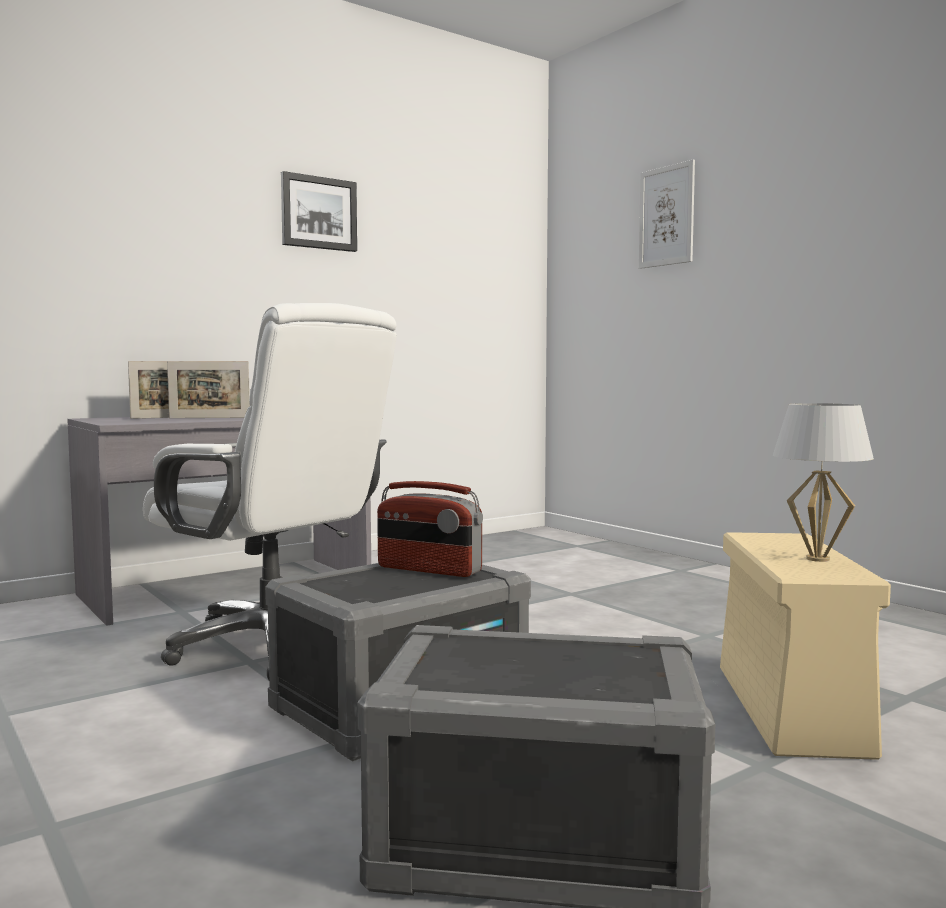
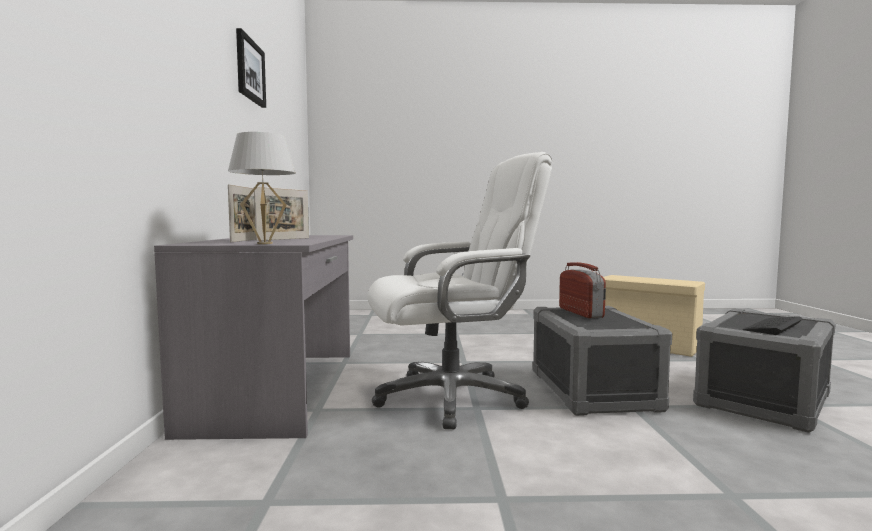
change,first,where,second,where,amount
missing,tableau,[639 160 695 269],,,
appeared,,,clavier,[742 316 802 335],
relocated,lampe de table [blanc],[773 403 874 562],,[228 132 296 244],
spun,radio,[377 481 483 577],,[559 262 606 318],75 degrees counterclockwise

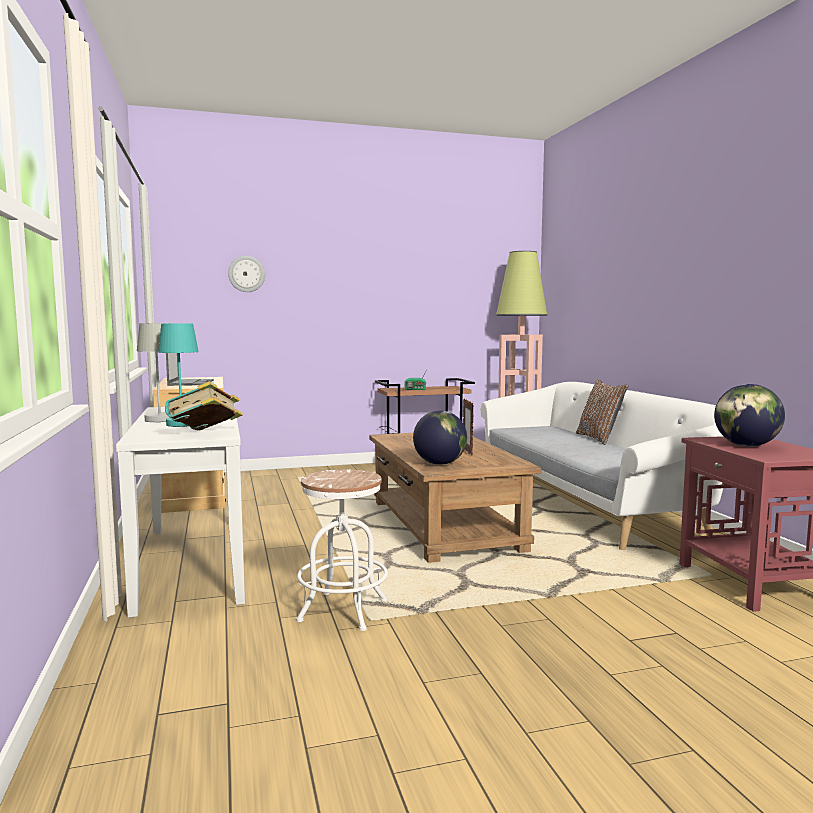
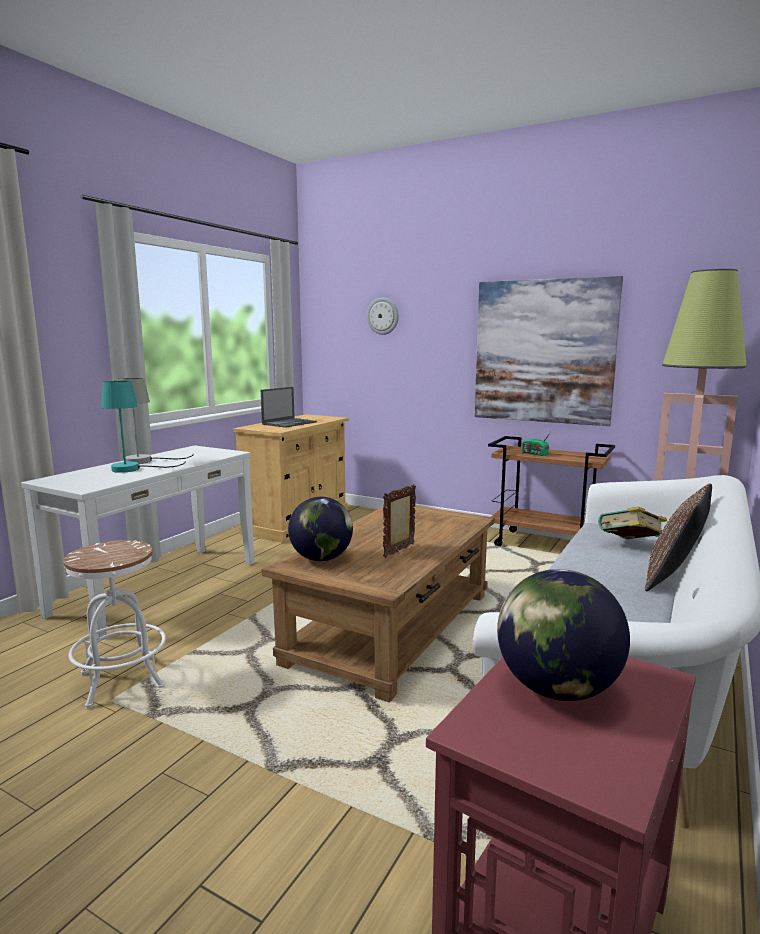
change,first,where,second,where,amount
appeared,,,tableau,[475 276 623 426],
relocated,livre,[165 381 243 430],,[598 506 667 539],

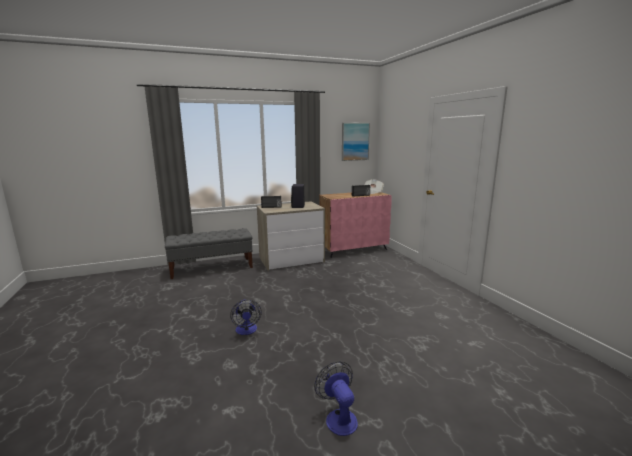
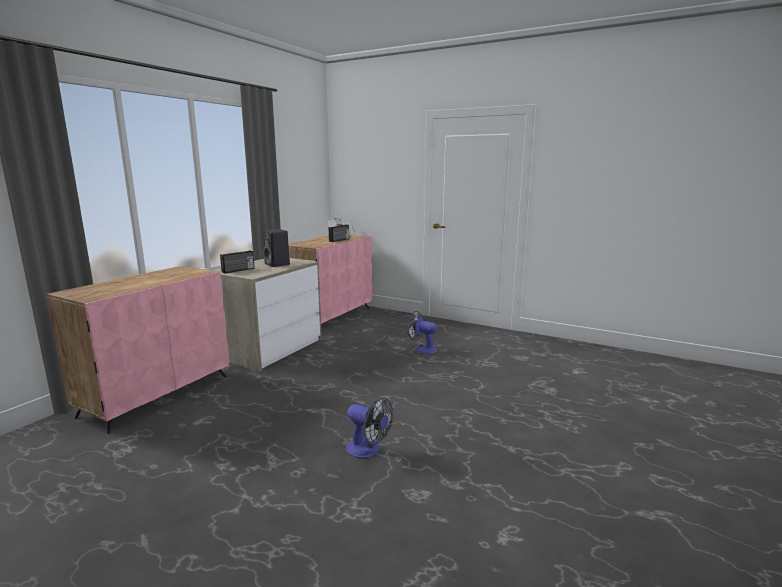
change,first,where,second,where,amount
missing,tableau,[342 123 370 161],,,
relocated,ventilateur,[314 361 358 436],,[407 311 438 354],
exchanged,banc [gris],[165 228 253 279],meuble de rangement [rose],[46 266 229 434],

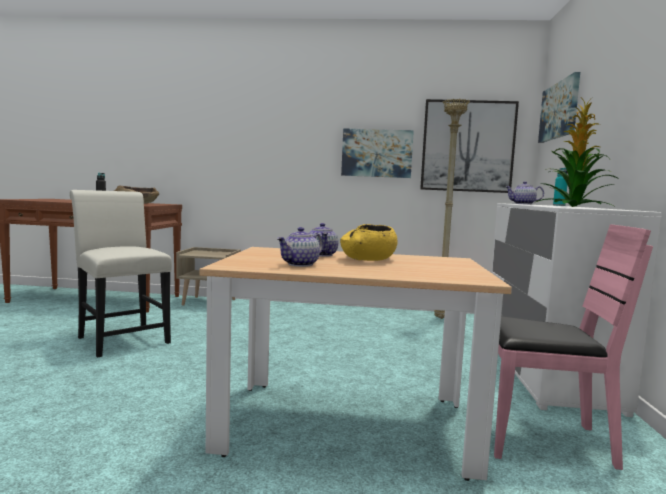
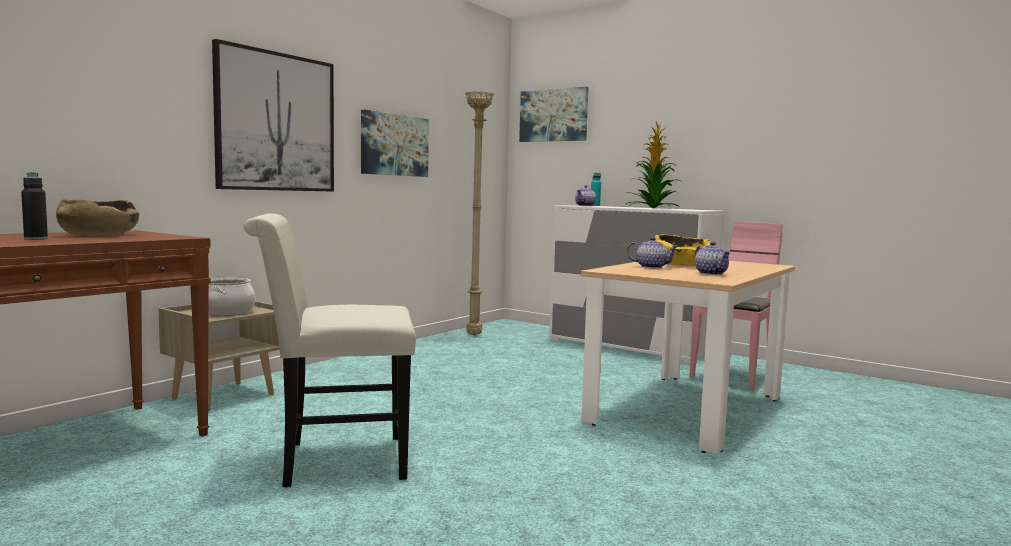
change,first,where,second,where,amount
appeared,,,marmite,[209 278 255 316],
relocated,tableau,[420 99 519 193],,[212 39 334 192],

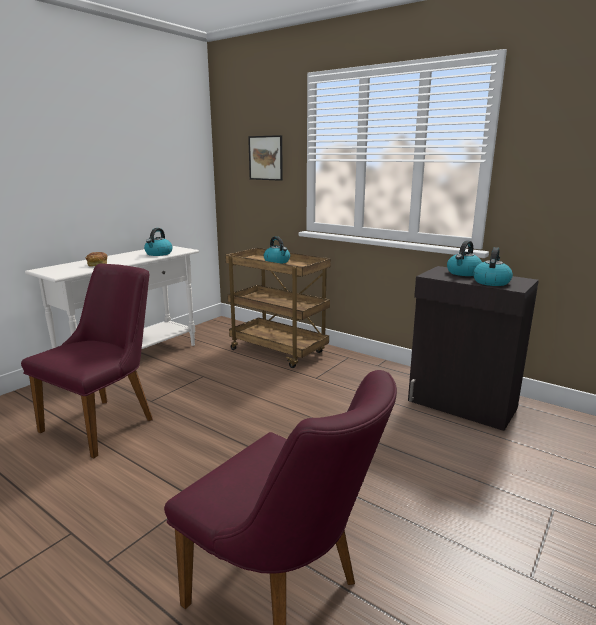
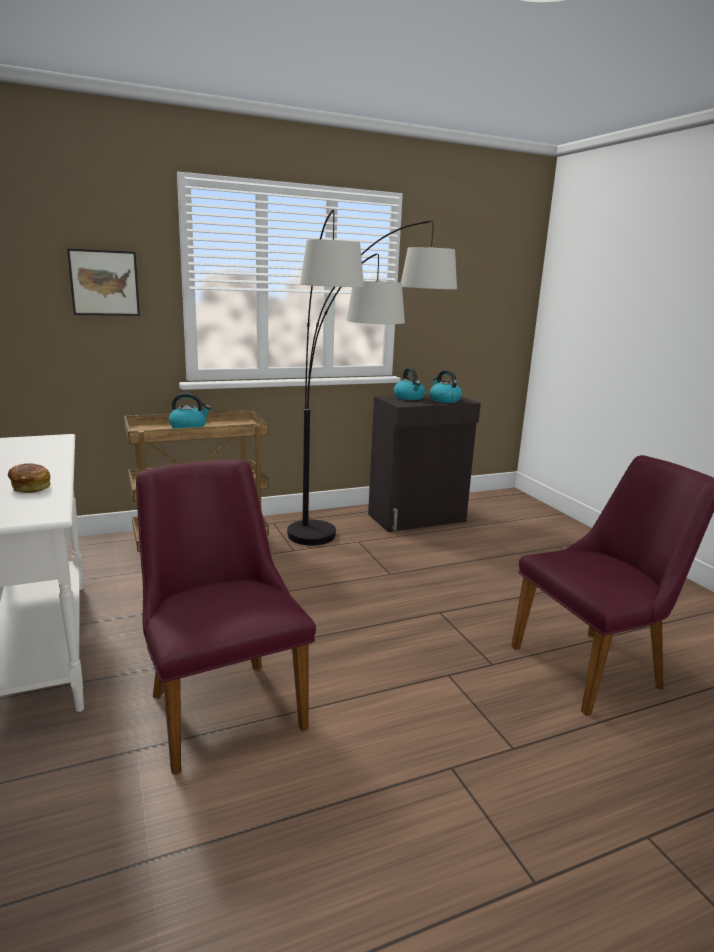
change,first,where,second,where,amount
missing,bouilloire,[144 228 173 256],,,
appeared,,,lampadaire,[287 210 457 545],

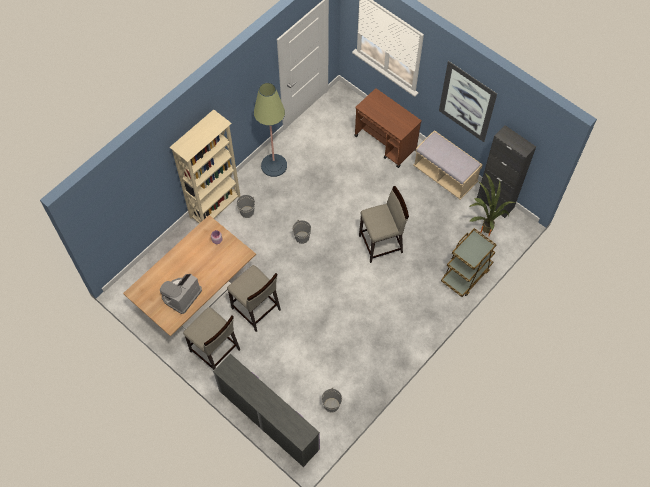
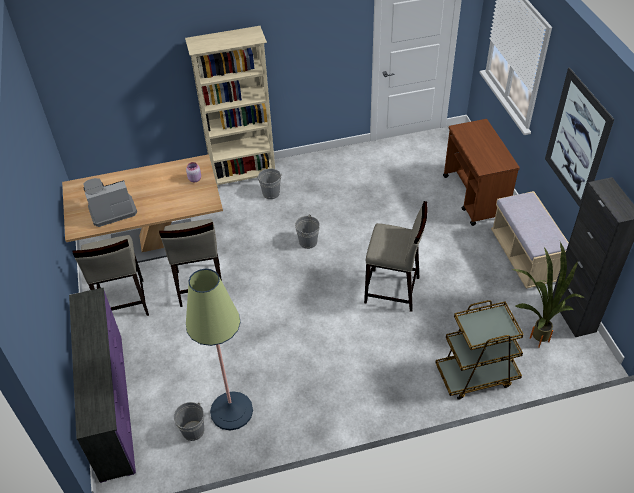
change,first,where,second,where,amount
relocated,lampadaire,[254 82 287 177],,[186 268 253 431],

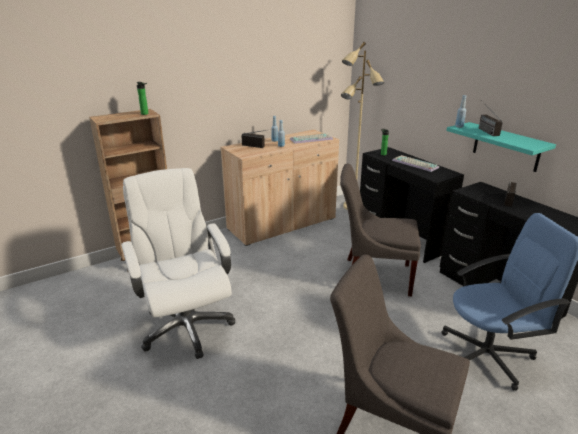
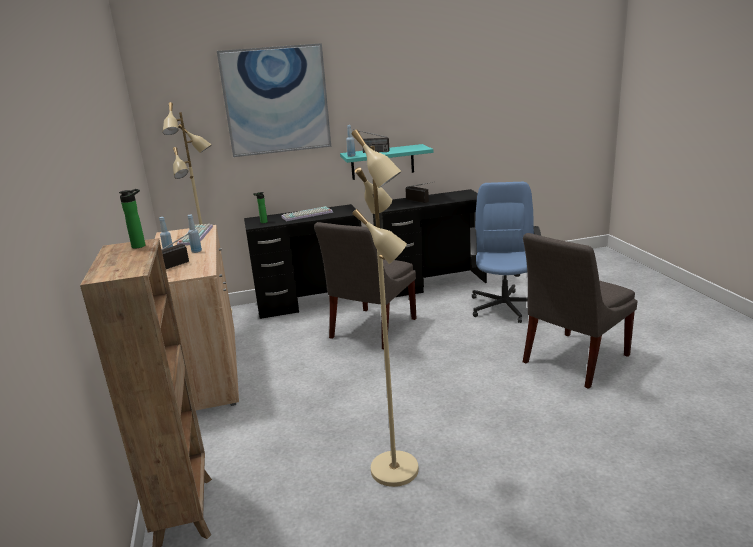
change,first,where,second,where,amount
appeared,,,tableau,[217 43 331 157],
exchanged,chaise de bureau [blanc],[121 168 235 359],lampadaire [beige],[351 129 419 487],

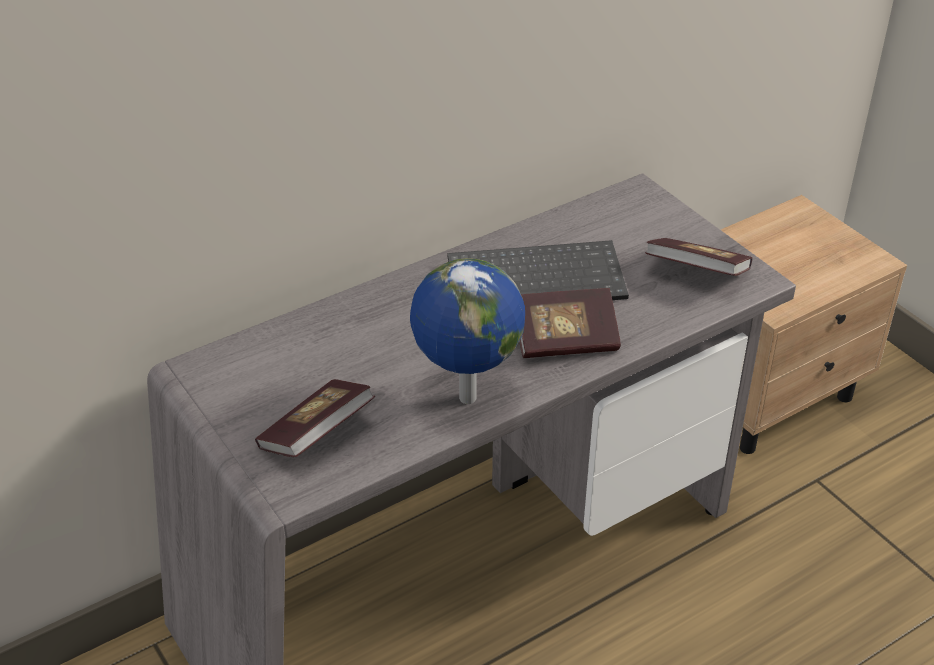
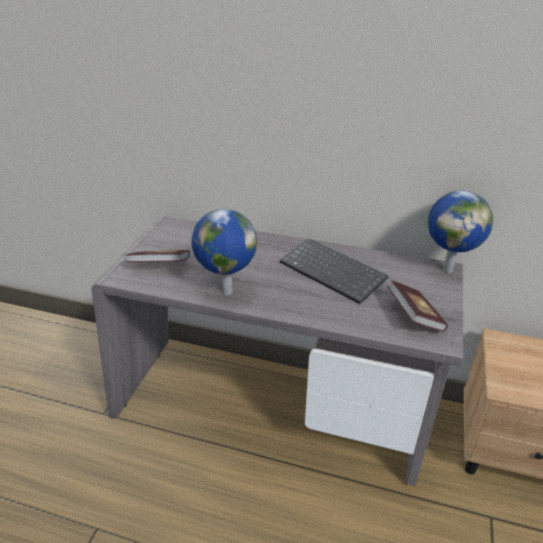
change,first,where,second,where,amount
missing,livre,[519 288 621 358],,,
appeared,,,globe,[428 191 493 273],

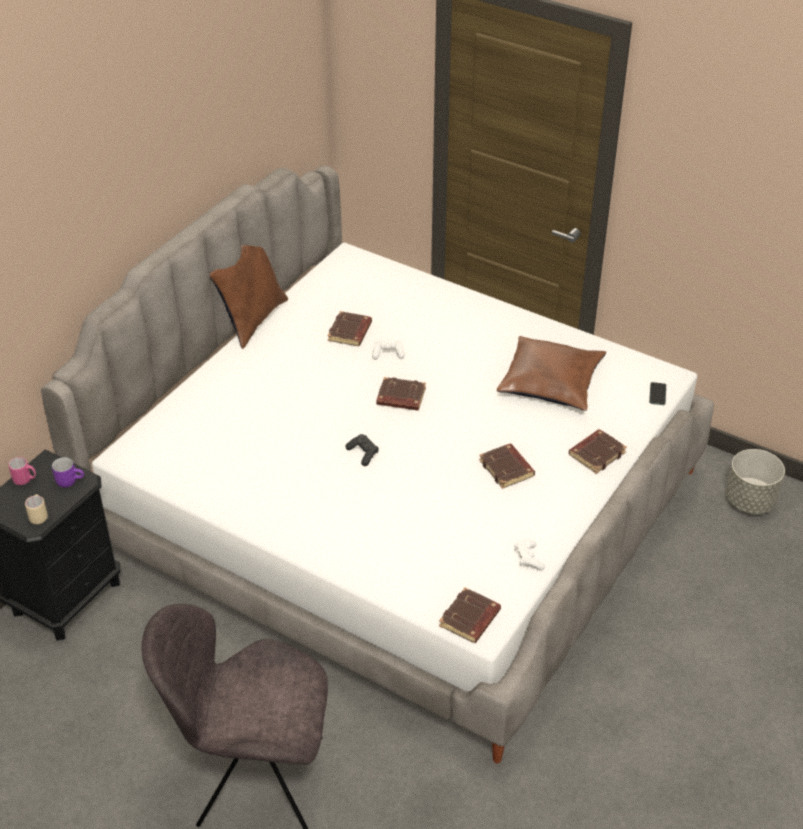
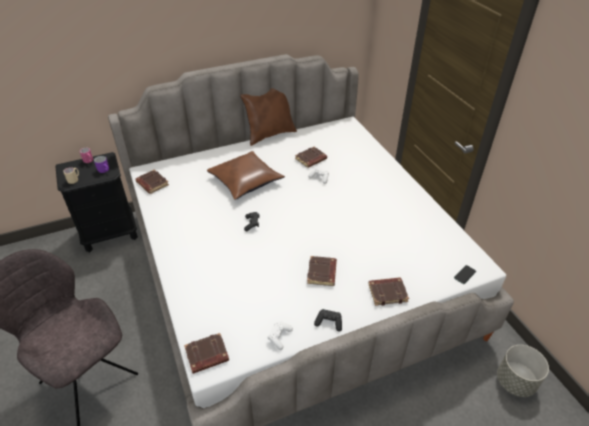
change,first,where,second,where,amount
appeared,,,manette [noir],[314 309 342 332],
relocated,livre [marron],[377 377 426 410],,[135 170 169 194],
relocated,coussin [marron],[497 336 606 411],,[207 151 285 200],

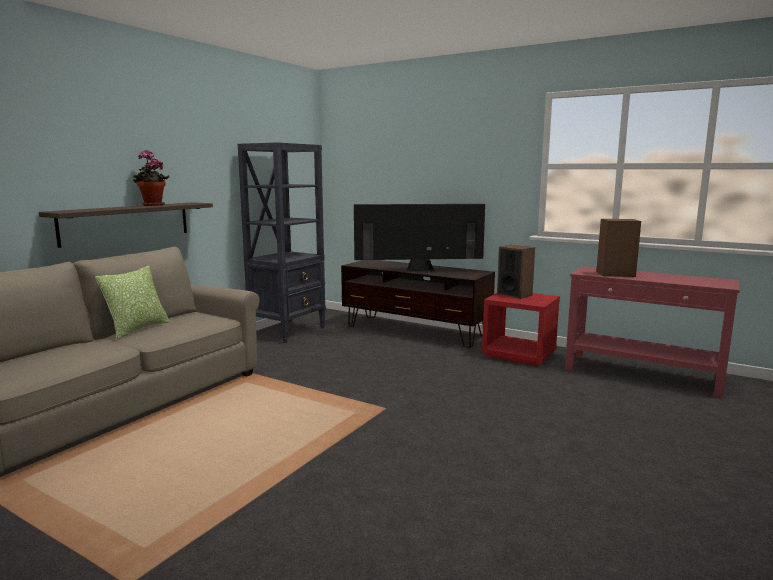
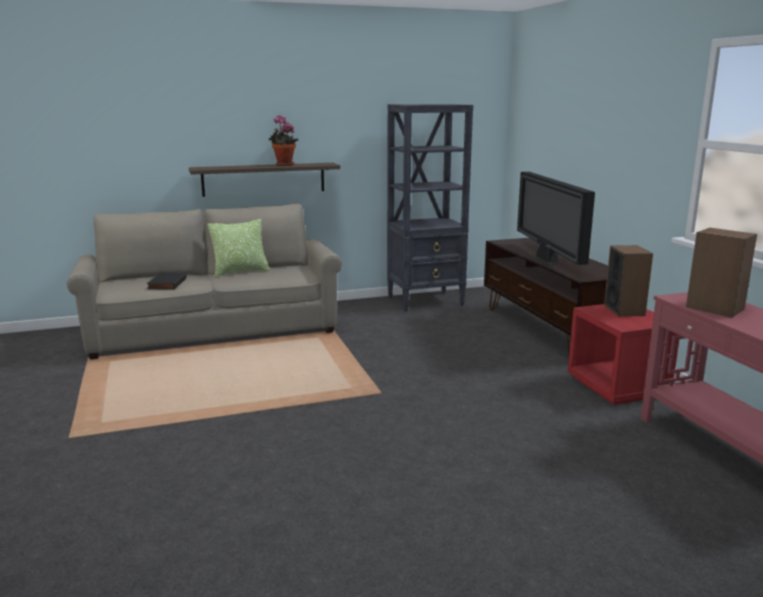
change,first,where,second,where,amount
appeared,,,livre [noir],[147 272 187 290],
spun,téléviseur,[354 204 485 272],,[517 172 595 265],135 degrees counterclockwise

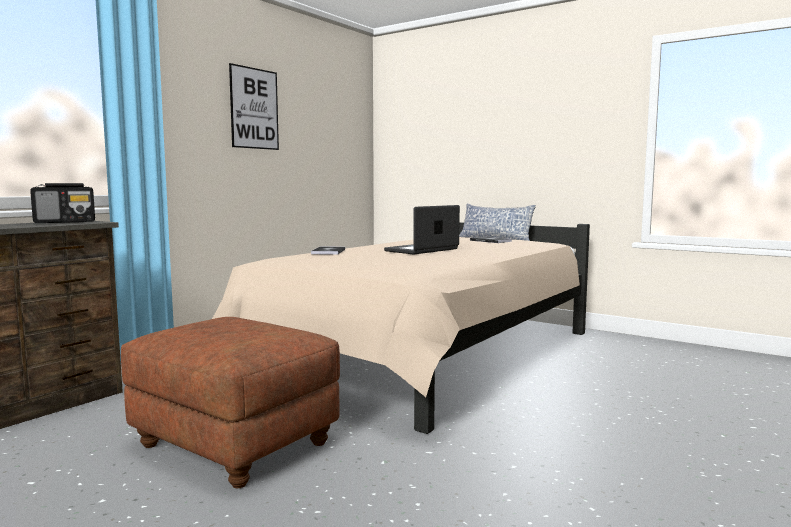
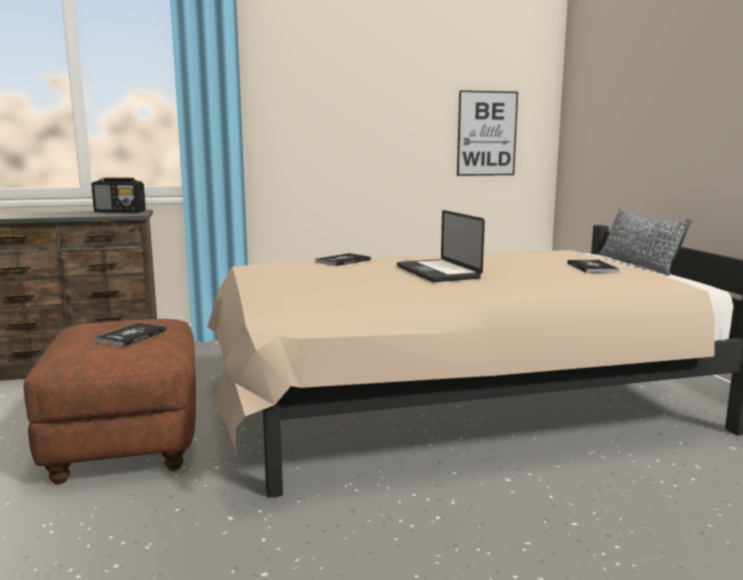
change,first,where,second,where,amount
appeared,,,livre,[94 323 167 347],
relocated,tableau,[229 63 279 150],,[457 90 518 176],
spun,ordinateur portable,[384 205 460 254],,[397 210 485 282],105 degrees counterclockwise

